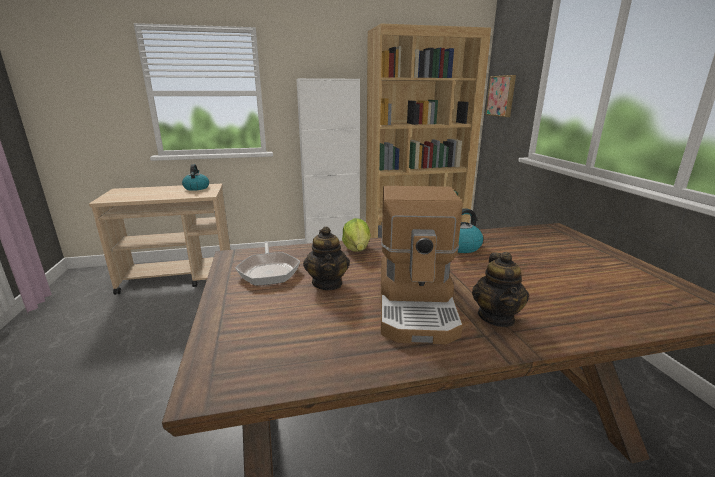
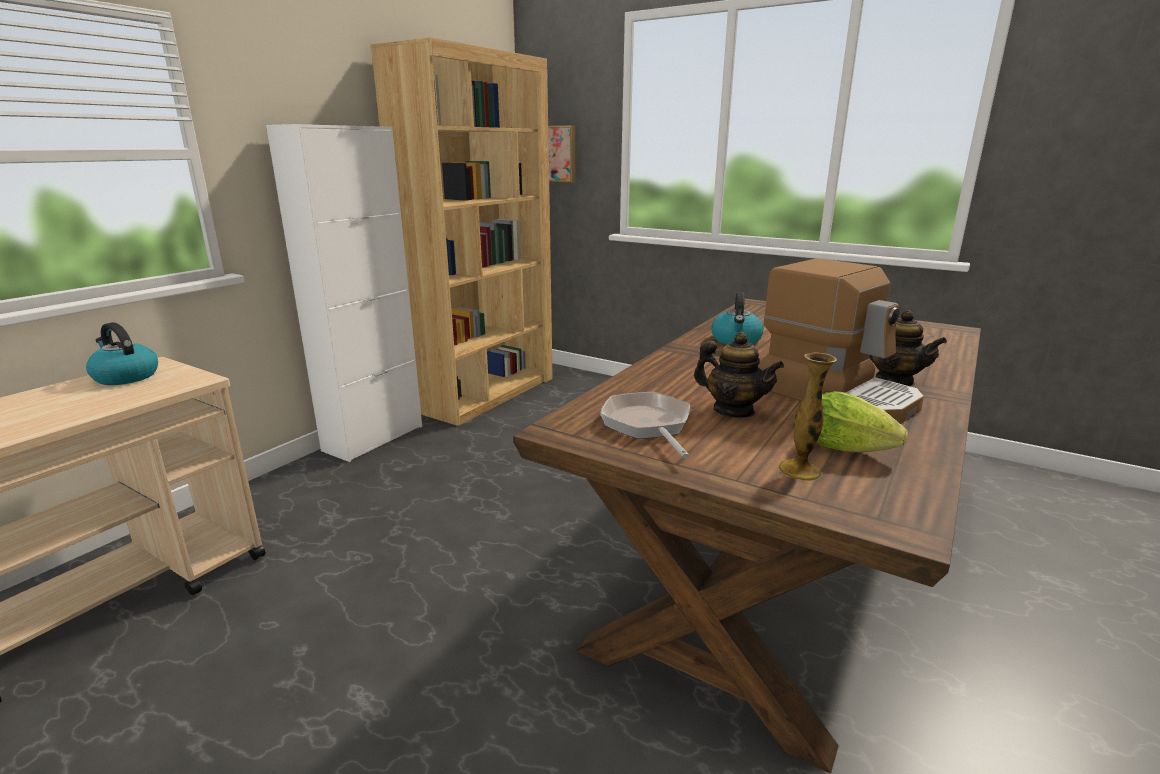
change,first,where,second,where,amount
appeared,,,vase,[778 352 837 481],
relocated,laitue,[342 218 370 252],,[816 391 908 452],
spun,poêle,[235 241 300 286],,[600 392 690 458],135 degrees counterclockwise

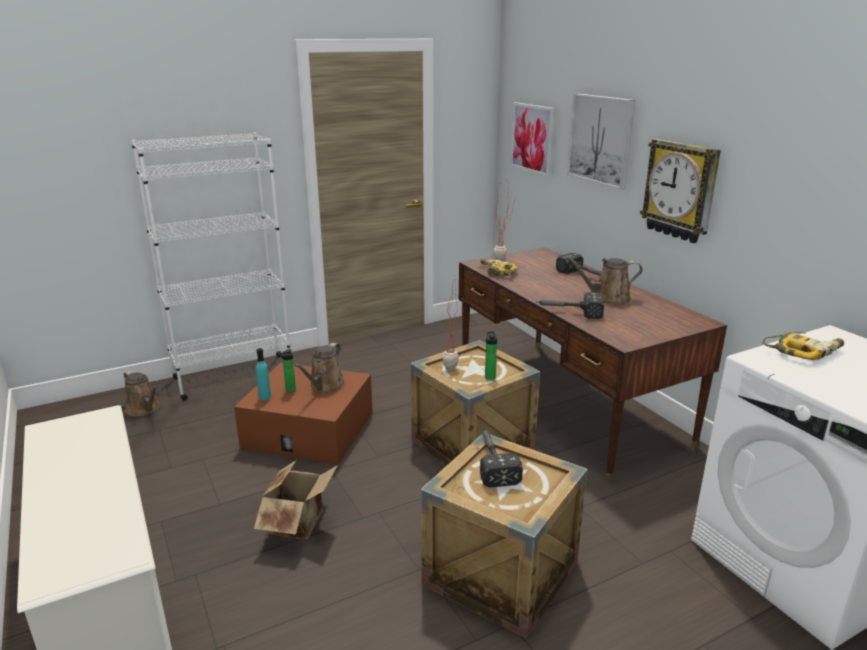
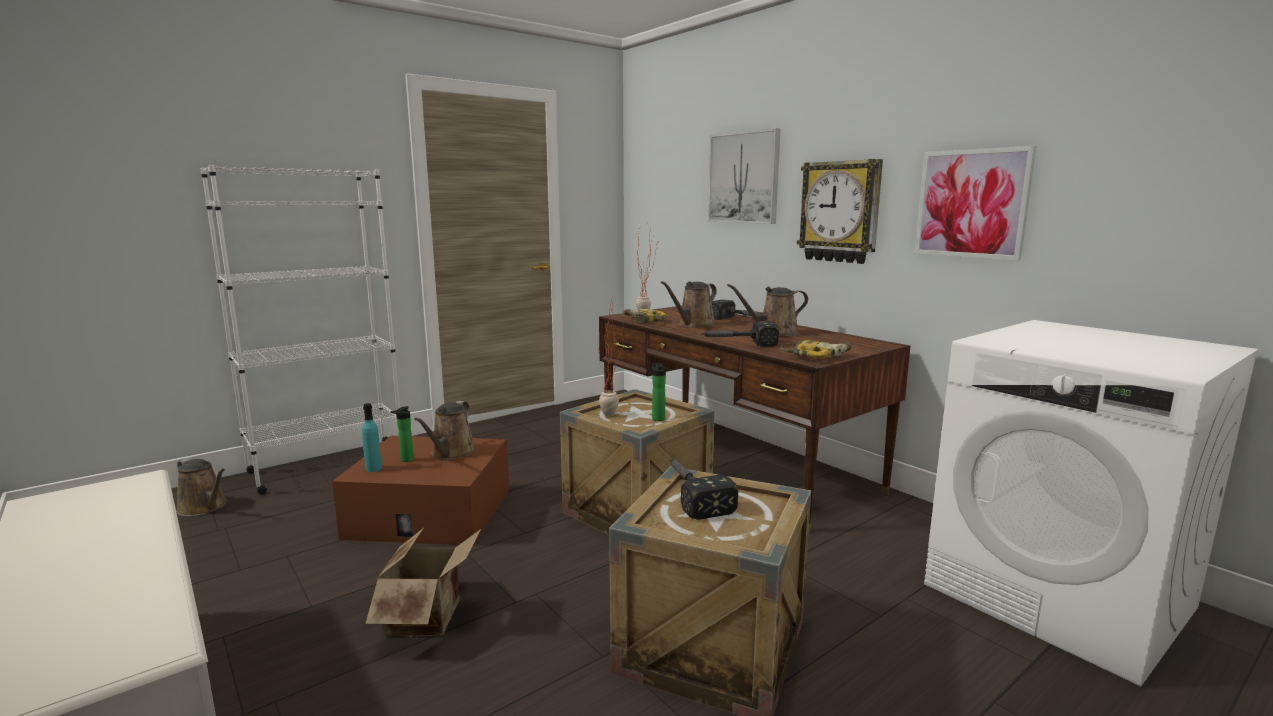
change,first,where,second,where,amount
appeared,,,arrosoir [marron],[661 281 717 328],
relocated,tableau,[510 102 555 177],,[914 146 1036 261],
relocated,perceuse,[763 332 844 360],,[780 340 851 359],

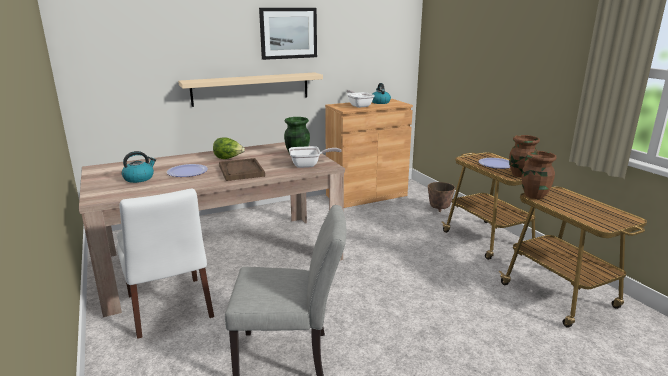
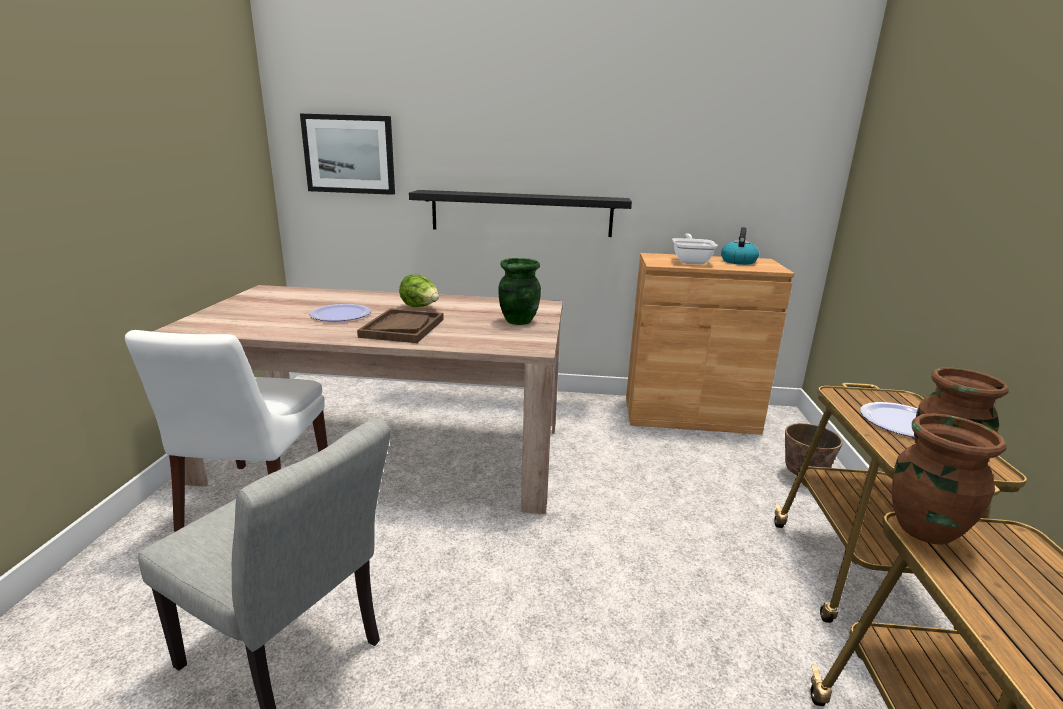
change,first,where,second,where,amount
missing,bouilloire,[122 151 156 183],,,
missing,poêle,[289 146 342 168],,,
relocated,tableau,[259 8 317 60],,[300 114 395 195],
colour,étagère [beige],[178 72 323 107],étagère [noir],[409 190 632 237],

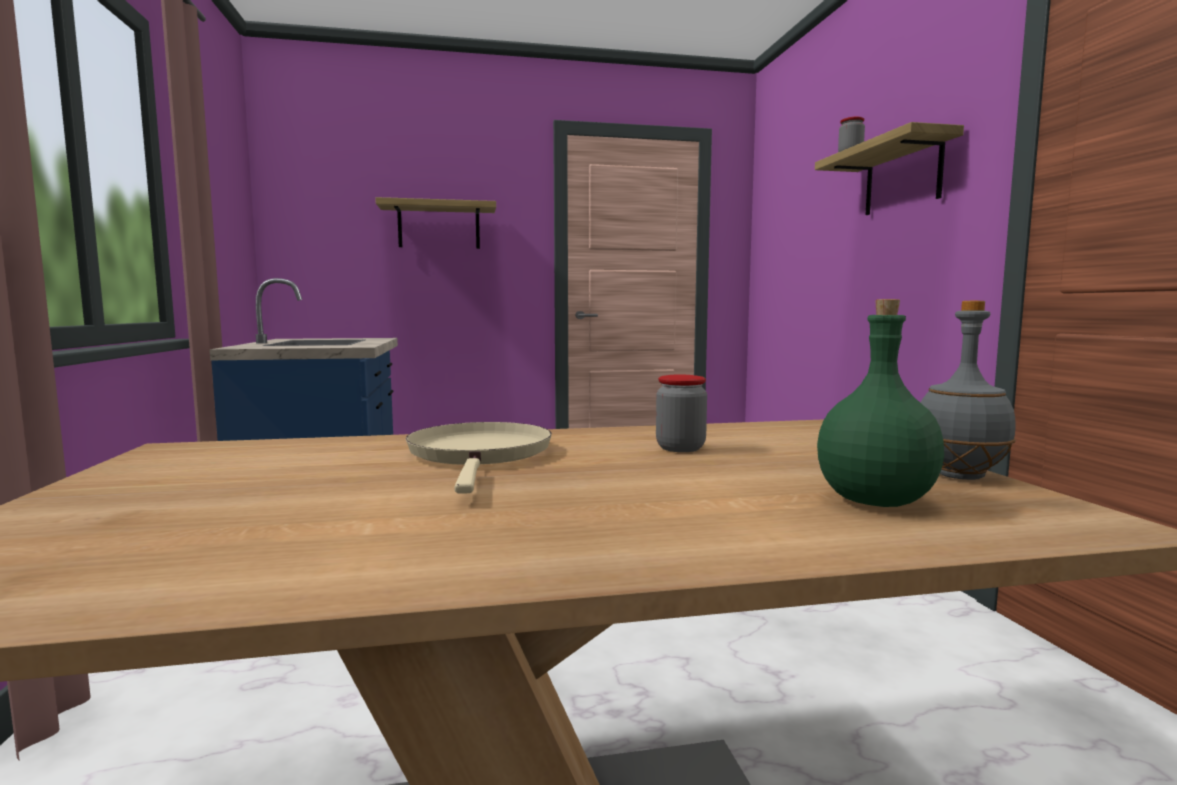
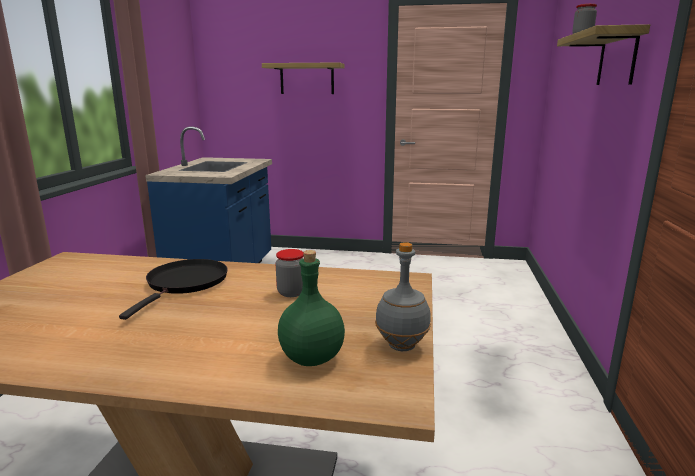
change,first,where,second,where,amount
colour,poêle [beige],[406 422 552 494],poêle [noir],[119 259 228 320],

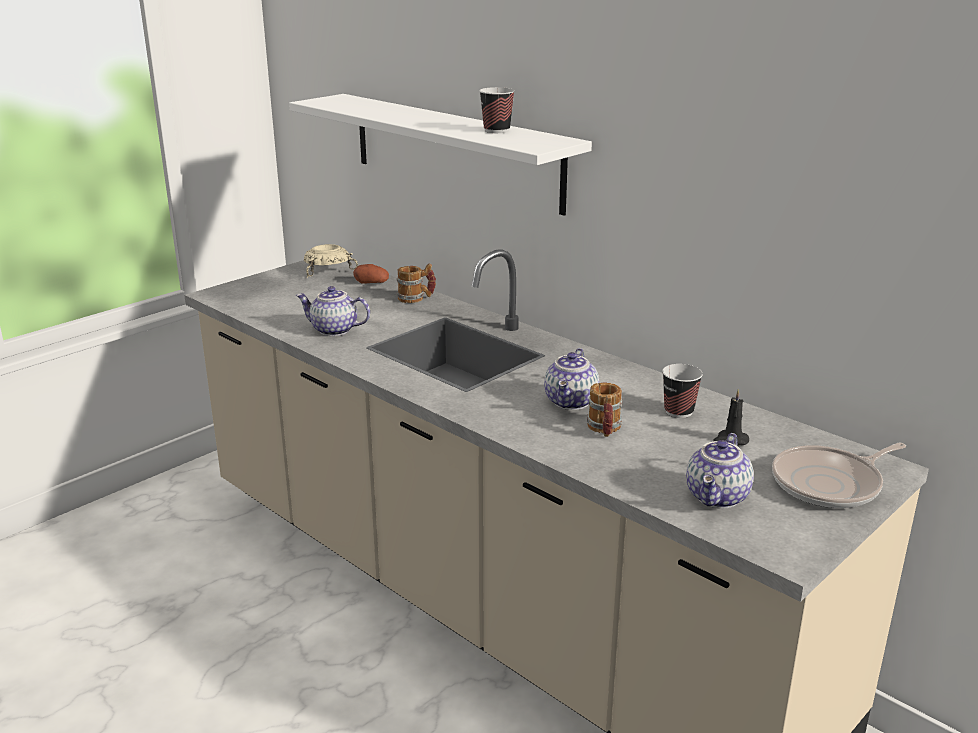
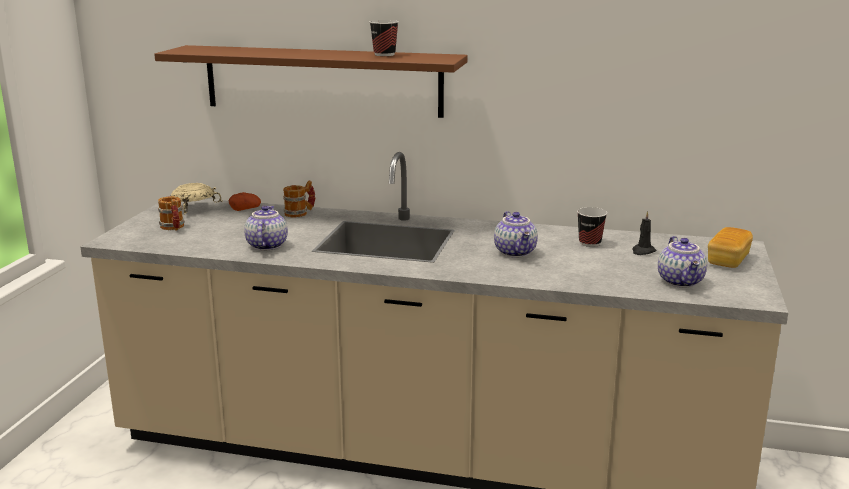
change,first,where,second,where,amount
relocated,mug,[587 383 622 437],,[158 196 185 231],
exchanged,poêle,[772 443 906 508],pain,[708 227 753 268],
colour,étagère [blanc],[289 94 592 216],étagère [marron],[154 45 468 118],
spun,théière,[296 286 370 336],,[244 206 288 250],105 degrees clockwise

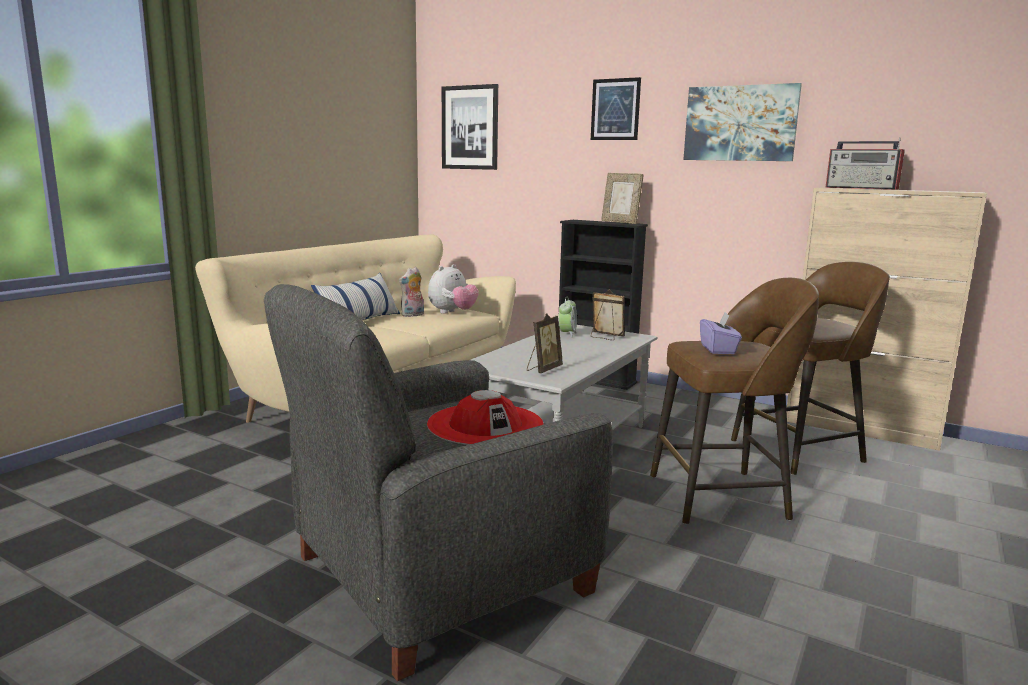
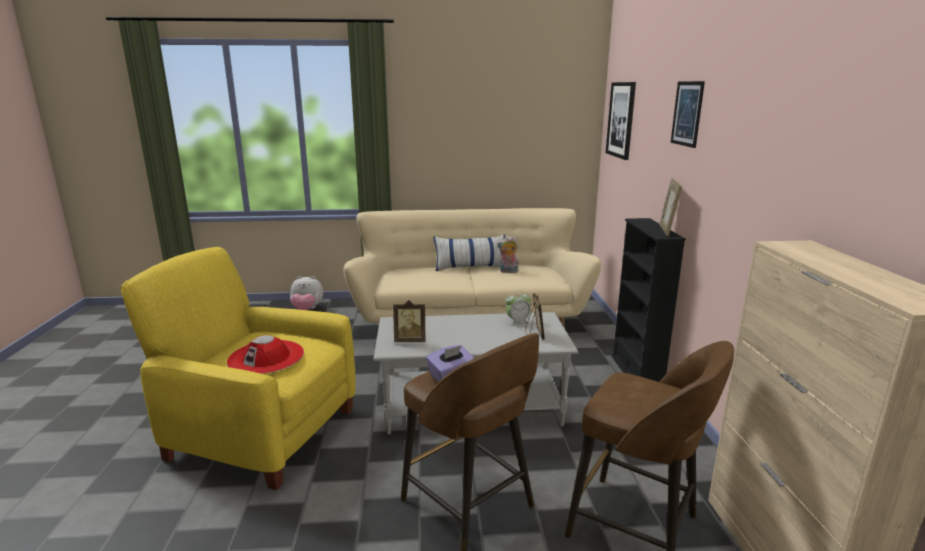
change,first,where,second,where,amount
missing,tableau,[683 83 802 161],,,
missing,radio,[825 138 905 190],,,
relocated,peluche,[428 264 479 314],,[290 276 323 310],
colour,fauteuil [gris],[264 284 613 681],fauteuil [jaune],[120 247 356 490],

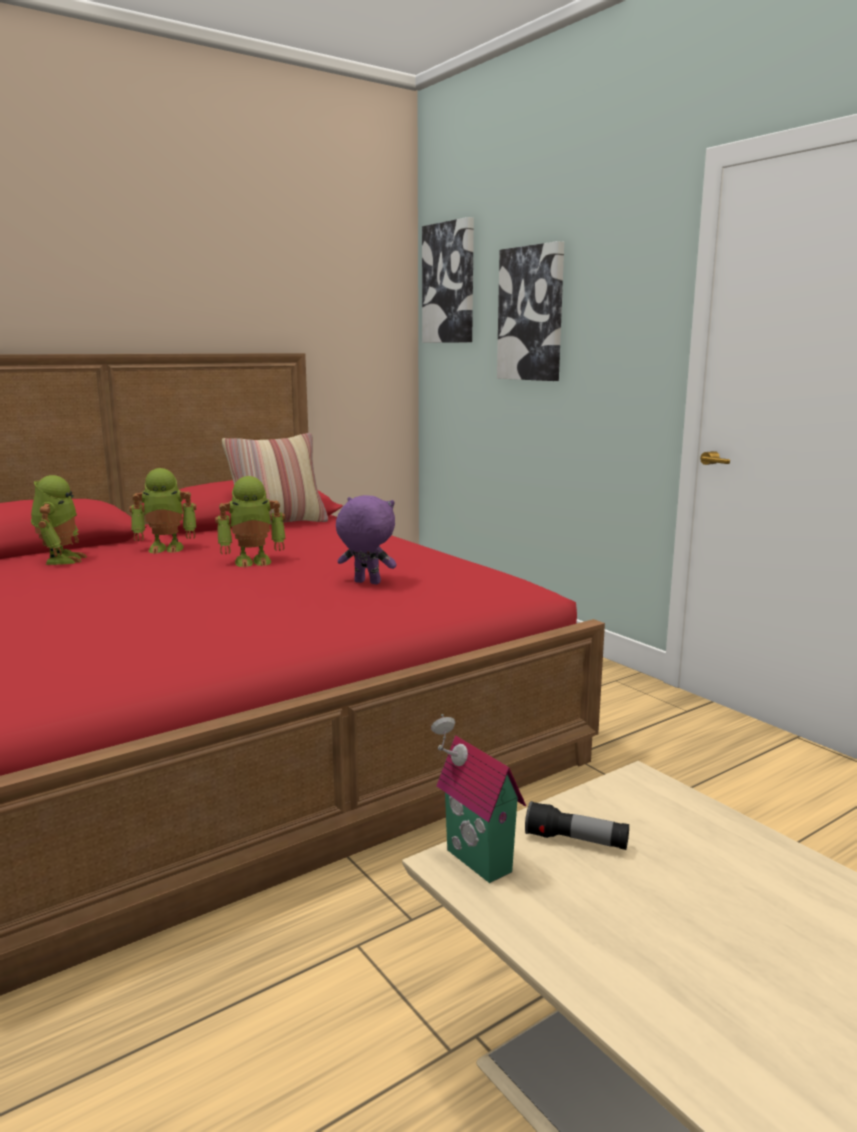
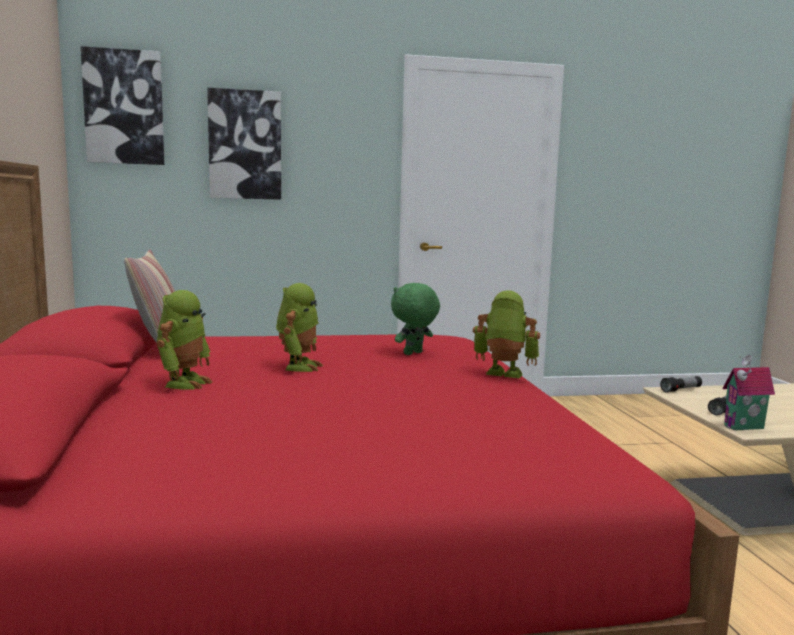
change,first,where,second,where,amount
appeared,,,lampe de poche,[660 376 702 393],
relocated,robot jouet,[31 475 87 565],,[473 290 540 378],
colour,peluche [violet],[336 495 397 584],peluche [vert],[391 283 440 355],

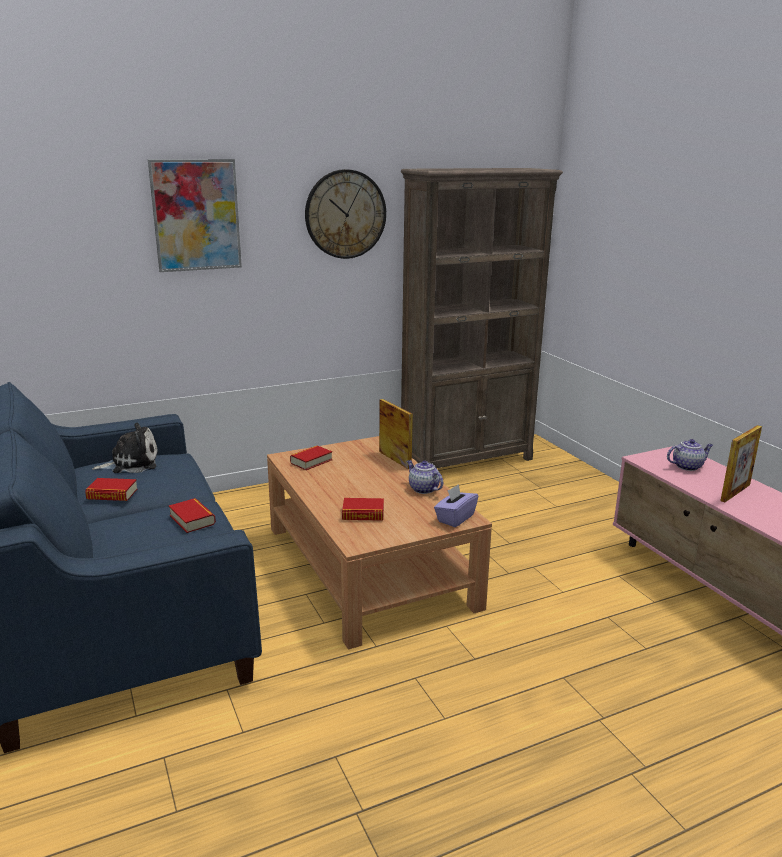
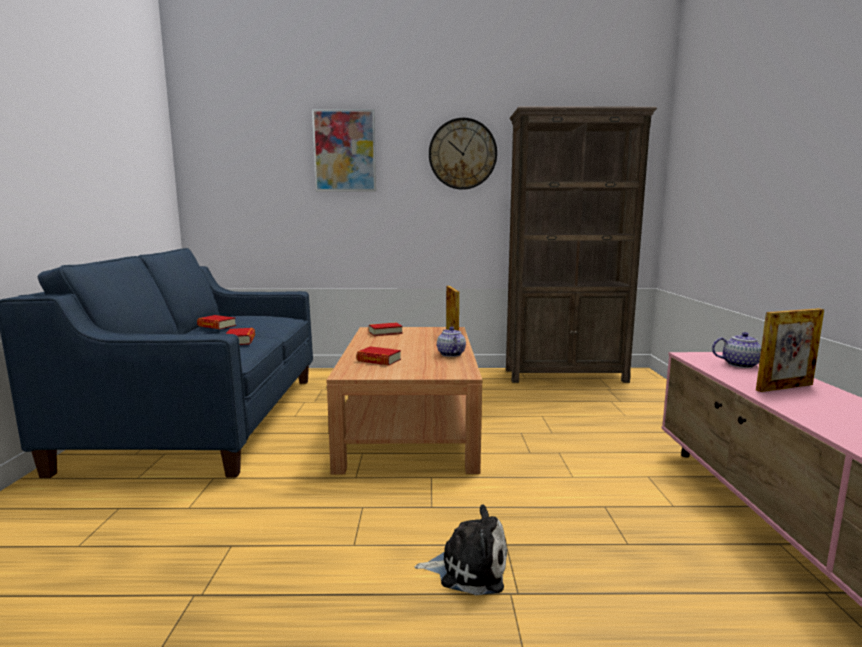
change,first,where,second,where,amount
missing,boîte à mouchoirs [violet],[434 484 478 527],,,
relocated,peluche,[93 423 158 473],,[415 505 507 595],

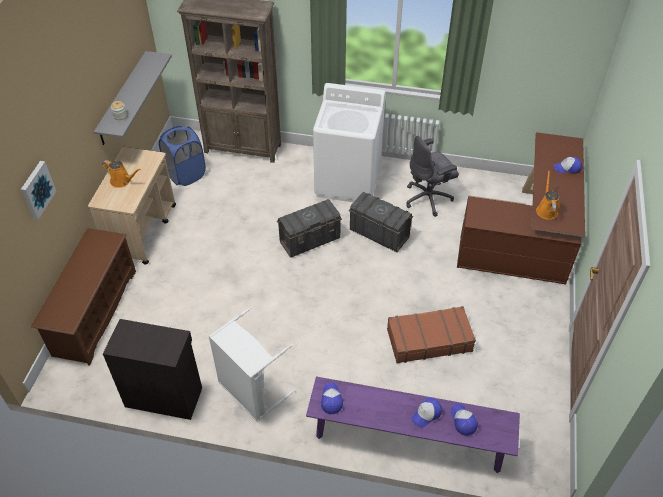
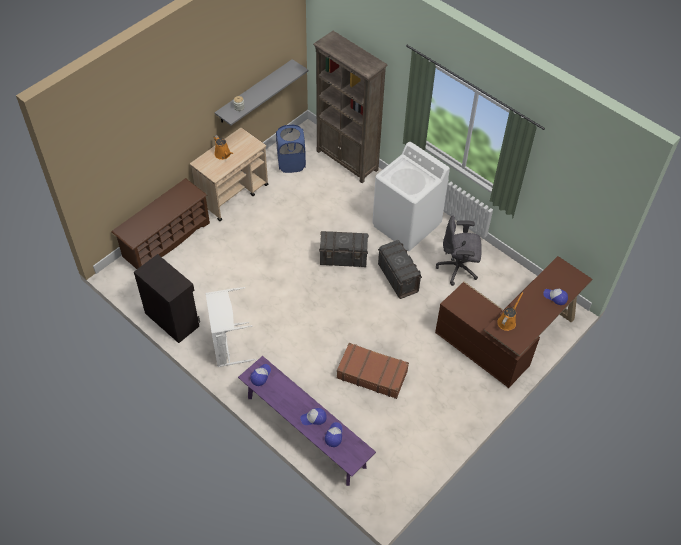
change,first,where,second,where,amount
missing,tableau,[21 161 56 220],,,

